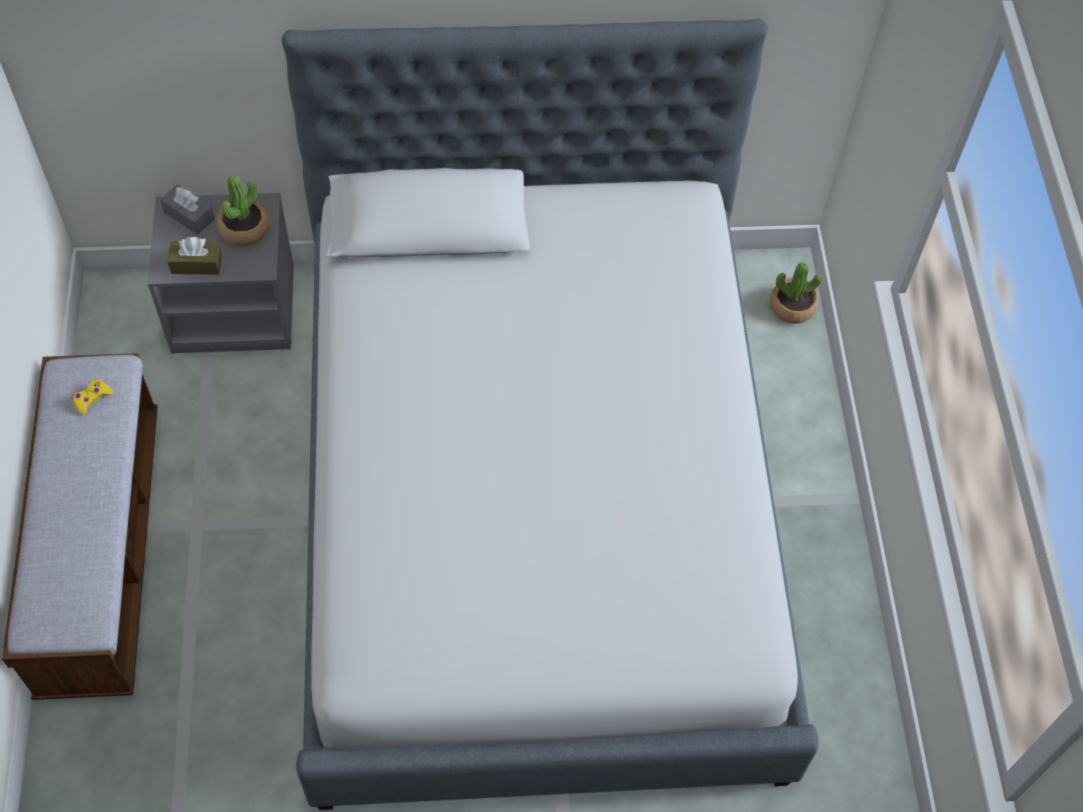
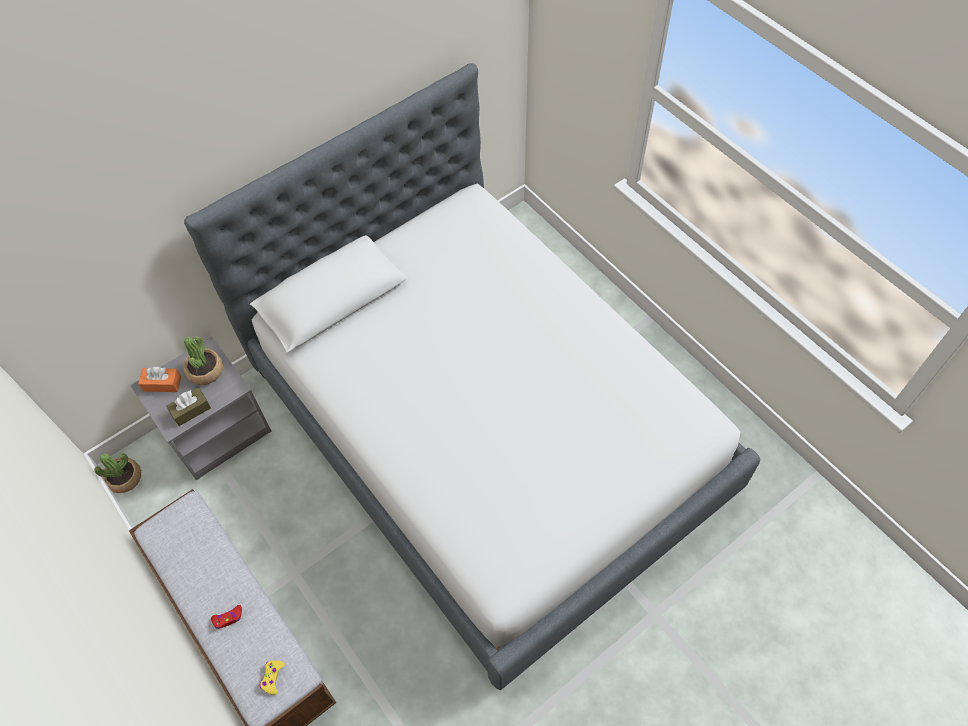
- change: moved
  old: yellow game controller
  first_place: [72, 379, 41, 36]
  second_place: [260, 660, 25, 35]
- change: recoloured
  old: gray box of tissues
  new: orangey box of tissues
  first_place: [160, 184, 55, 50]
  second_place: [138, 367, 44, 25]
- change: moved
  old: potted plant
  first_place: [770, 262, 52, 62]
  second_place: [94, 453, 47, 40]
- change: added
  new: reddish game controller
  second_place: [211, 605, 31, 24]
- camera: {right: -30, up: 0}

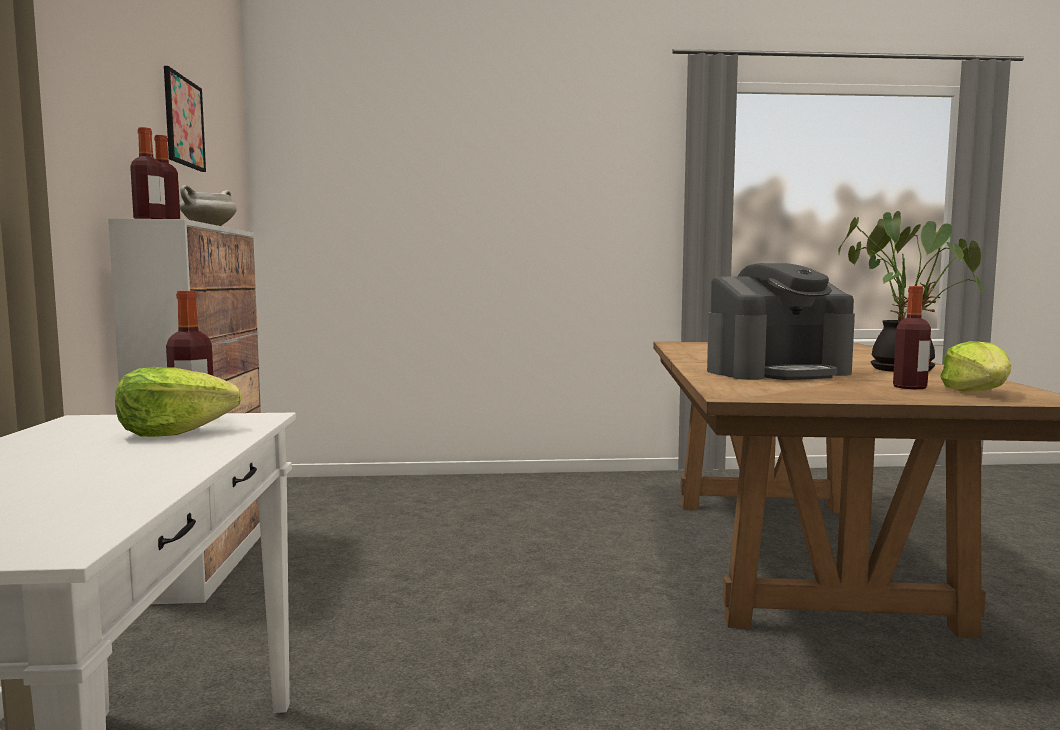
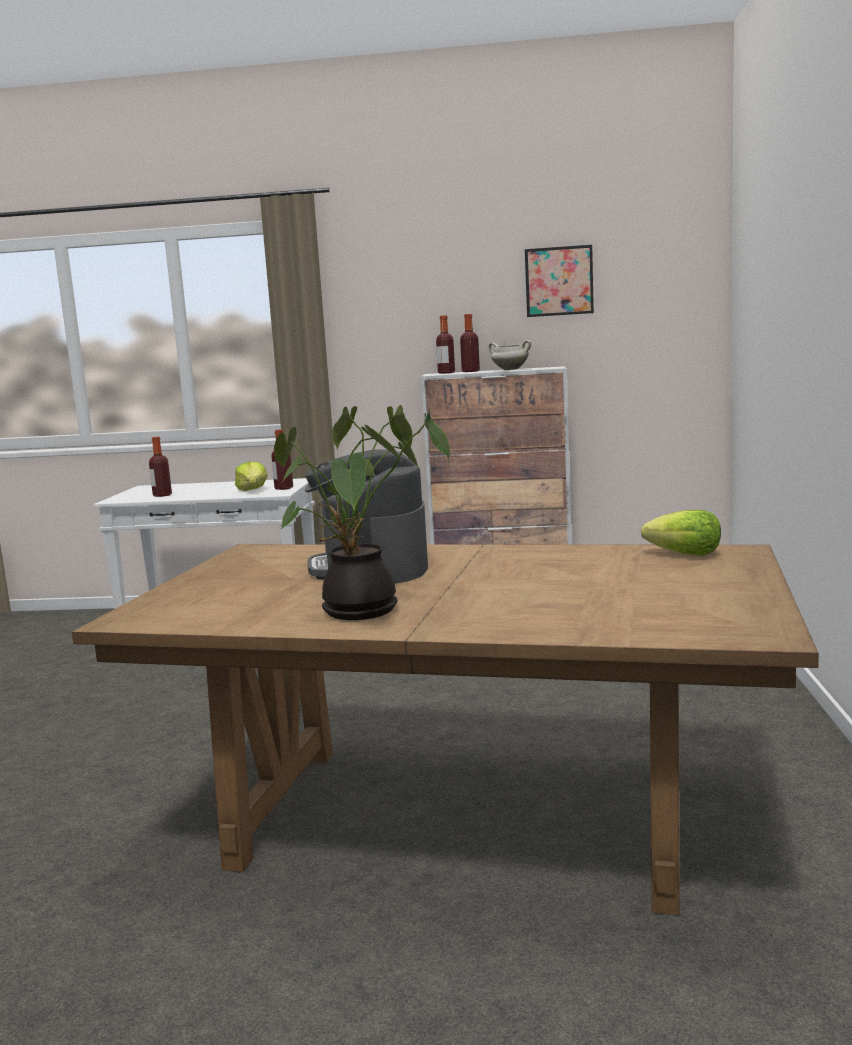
- change: moved
  old: beverage bottle
  first_place: [893, 286, 38, 103]
  second_place: [149, 437, 23, 60]
- change: moved
  old: head of lettuce
  first_place: [940, 341, 72, 51]
  second_place: [641, 510, 80, 46]
- camera: {right: 100, up: 5}

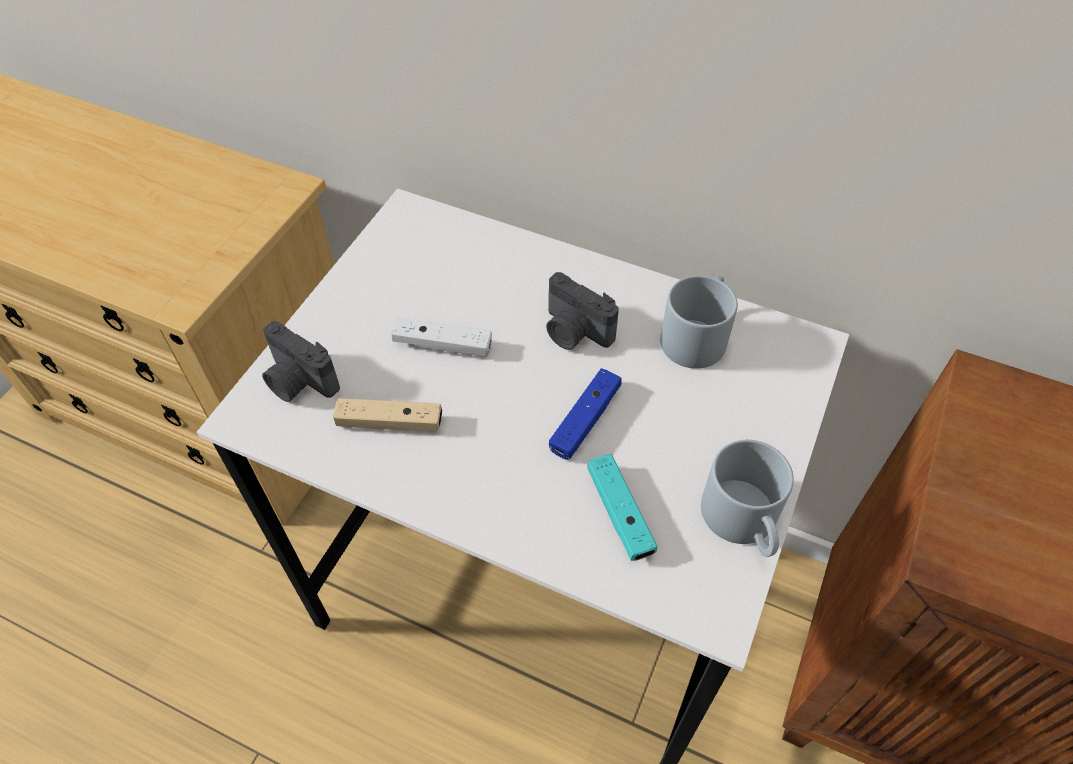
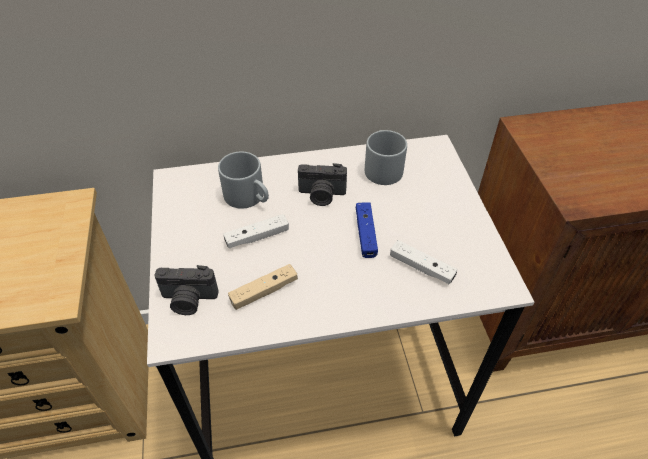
- change: recoloured
  old: turquoise game controller
  new: white game controller
  first_place: [588, 454, 69, 107]
  second_place: [390, 240, 67, 44]
- change: moved
  old: gray mug
  first_place: [701, 440, 93, 117]
  second_place: [218, 152, 51, 57]
- camera: {right: -35, up: -5}

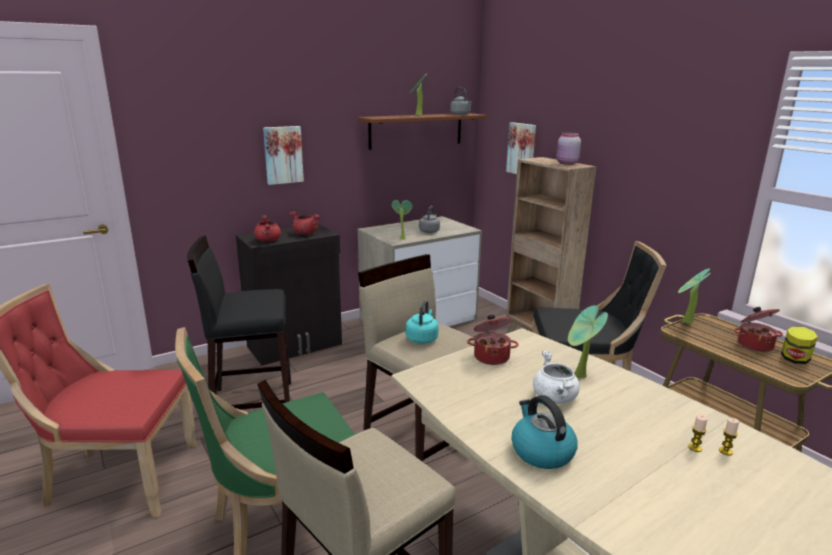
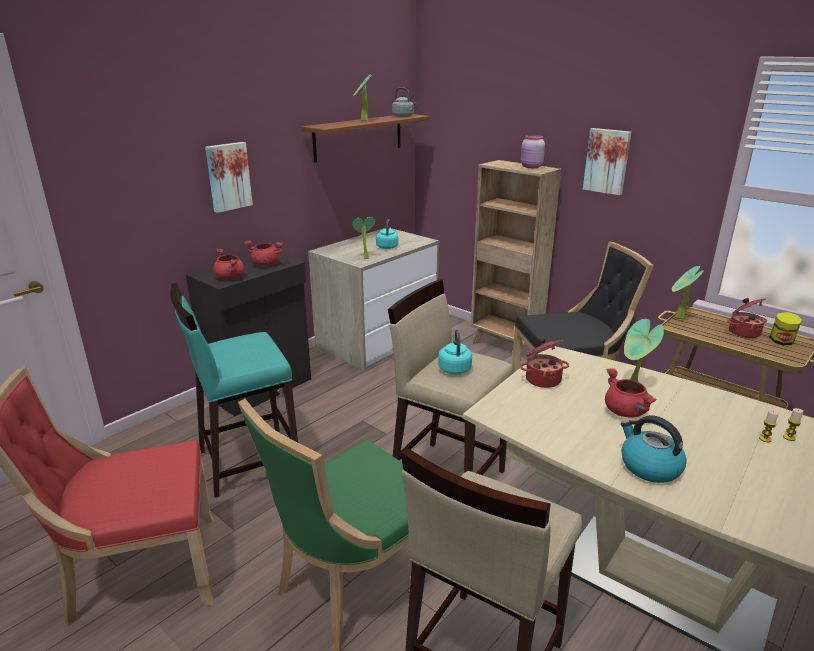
- change: recoloured
  old: black stool seat
  new: turquoise stool seat
  first_place: [187, 235, 104, 175]
  second_place: [170, 283, 128, 215]
- change: recoloured
  old: gray tea kettle
  new: turquoise tea kettle
  first_place: [419, 206, 21, 27]
  second_place: [376, 219, 22, 30]
- change: moved
  old: wall picture
  first_place: [506, 122, 30, 52]
  second_place: [583, 128, 49, 67]
- change: recoloured
  old: white saucepot
  new: reddish saucepot
  first_place: [533, 351, 47, 52]
  second_place: [605, 368, 52, 50]
- camera: {right: -15, up: 5}

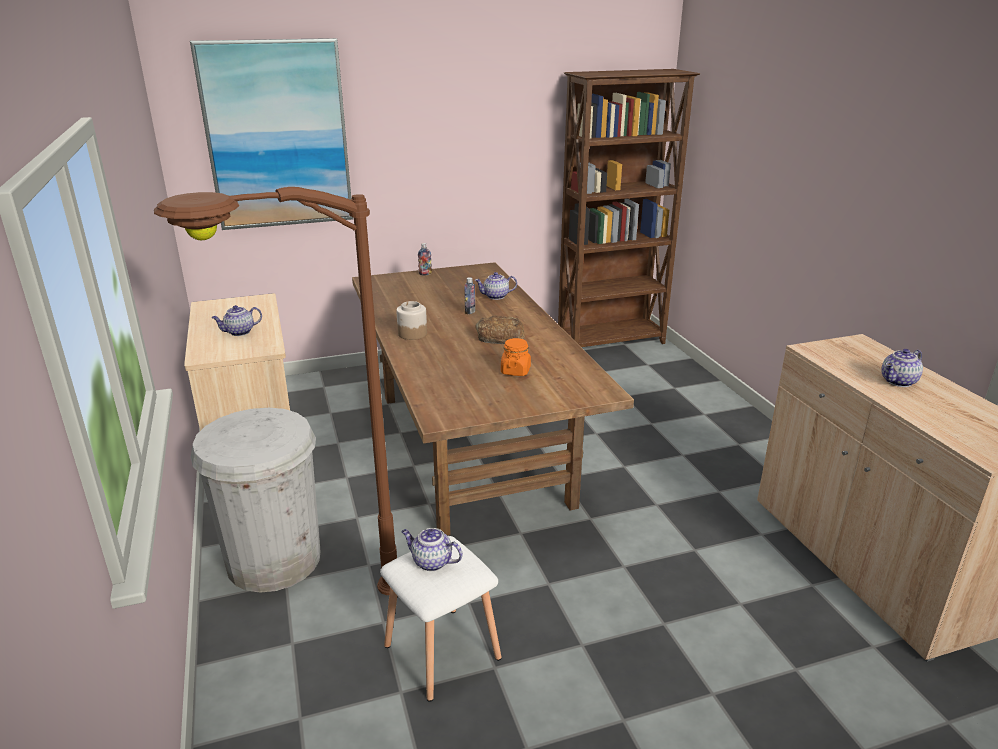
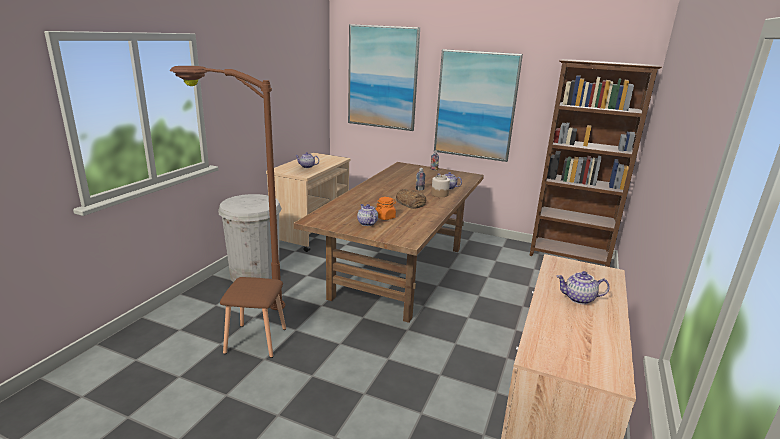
- change: recoloured
  old: white stool seat
  new: brown-coloured stool seat
  first_place: [380, 536, 121, 166]
  second_place: [220, 277, 66, 81]
- change: moved
  old: jar
  first_place: [396, 301, 31, 39]
  second_place: [431, 175, 19, 22]
- change: moved
  old: tea pot
  first_place: [401, 528, 61, 43]
  second_place: [357, 204, 21, 22]
- change: added
  new: wall picture
  second_place: [434, 49, 89, 113]
- camera: {right: 40, up: -5}

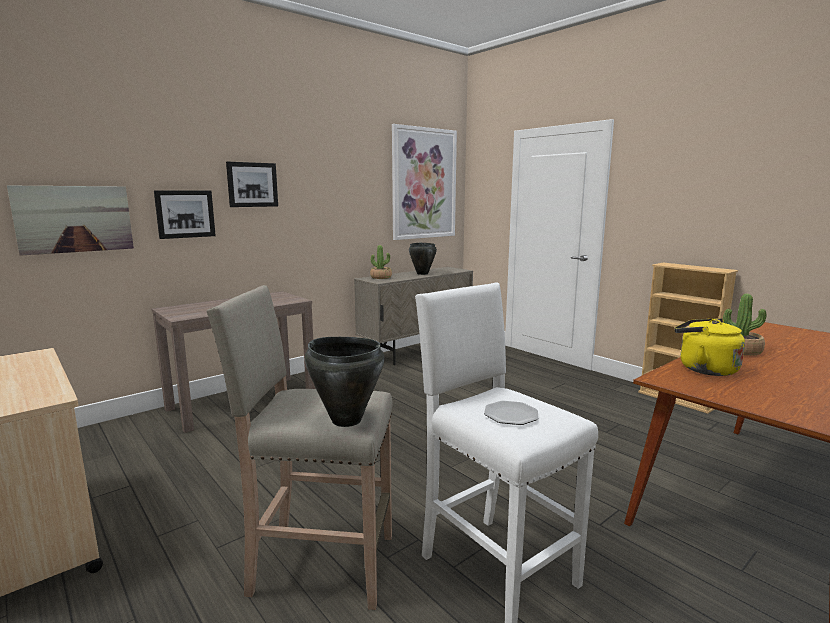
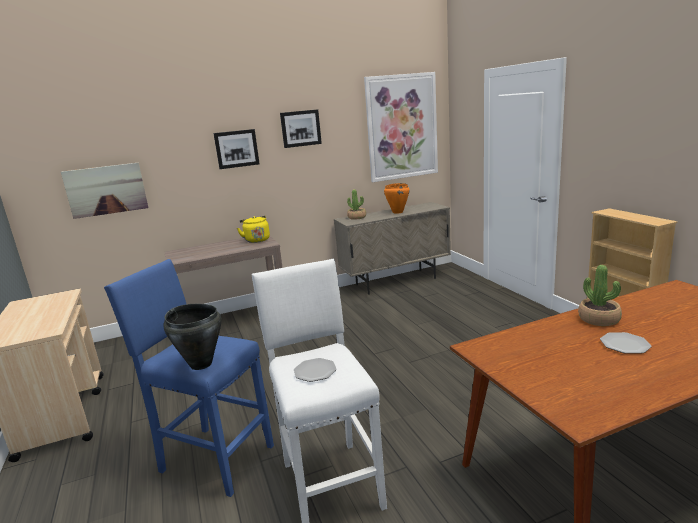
- change: moved
  old: wall picture
  first_place: [154, 190, 62, 49]
  second_place: [280, 109, 42, 39]
- change: recoloured
  old: beige-coloured stool seat
  new: bluish stool seat
  first_place: [206, 285, 187, 325]
  second_place: [104, 259, 170, 238]
- change: recoloured
  old: black saucepot
  new: orangey saucepot
  first_place: [409, 243, 28, 32]
  second_place: [384, 183, 26, 31]
- change: moved
  old: yellow tea kettle
  first_place: [674, 318, 71, 58]
  second_place: [237, 216, 33, 27]
- change: added
  new: plate
  second_place: [600, 332, 52, 22]
- camera: {right: 20, up: 5}

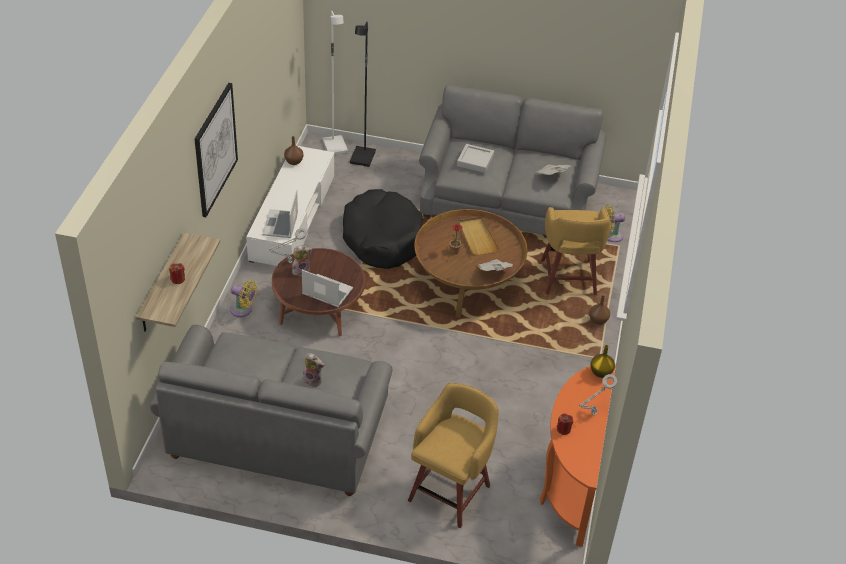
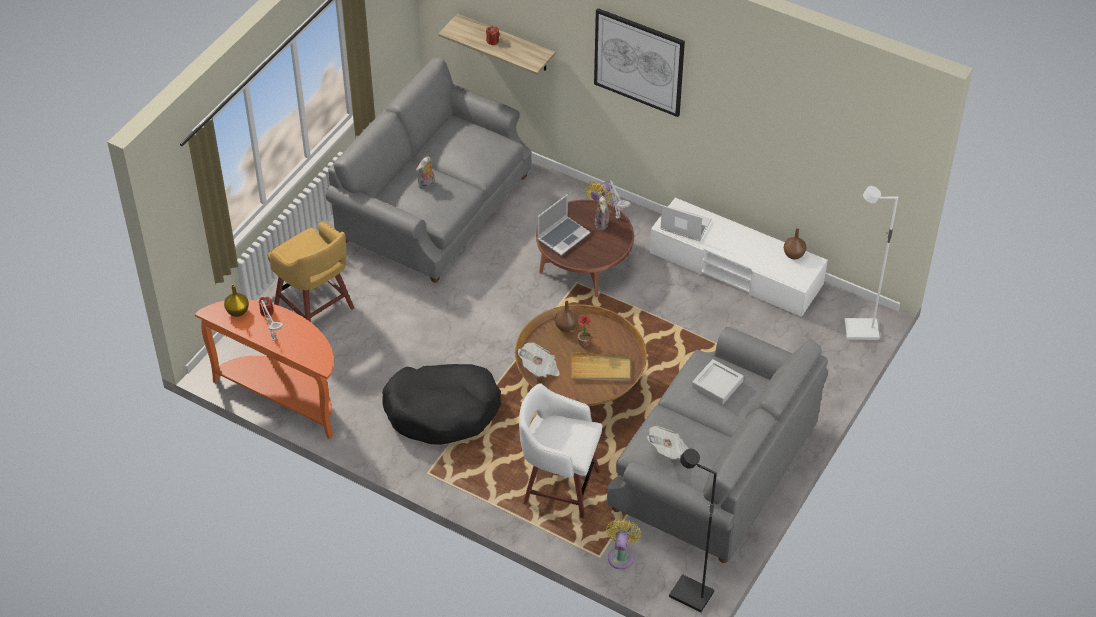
- change: moved
  old: black pet bed
  first_place: [343, 189, 80, 80]
  second_place: [382, 364, 119, 81]
- change: moved
  old: black standard lamp
  first_place: [350, 22, 26, 145]
  second_place: [669, 449, 48, 163]
- change: recoloured
  old: yellow stool seat
  new: white stool seat
  first_place: [541, 207, 70, 88]
  second_place: [519, 383, 83, 135]
- change: moved
  old: brown-coloured decorative vase
  first_place: [589, 296, 21, 29]
  second_place: [555, 301, 23, 31]
- change: moved
  old: yellow decorative vase
  first_place: [590, 345, 25, 33]
  second_place: [224, 284, 25, 33]
- camera: {right: 110, up: 5}

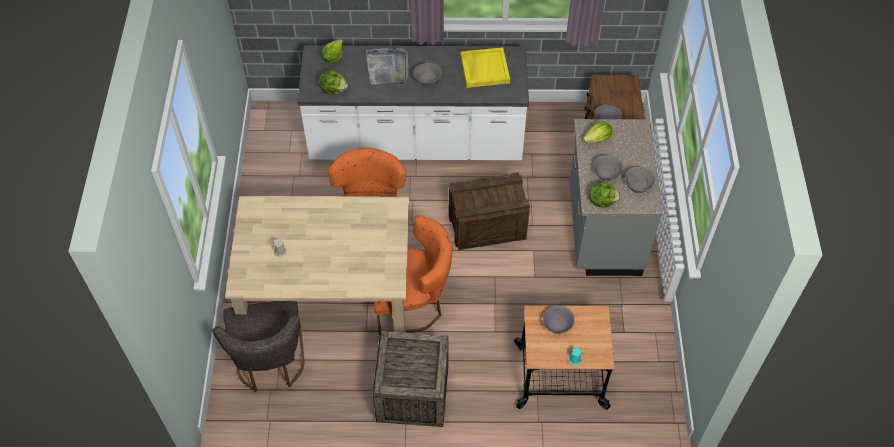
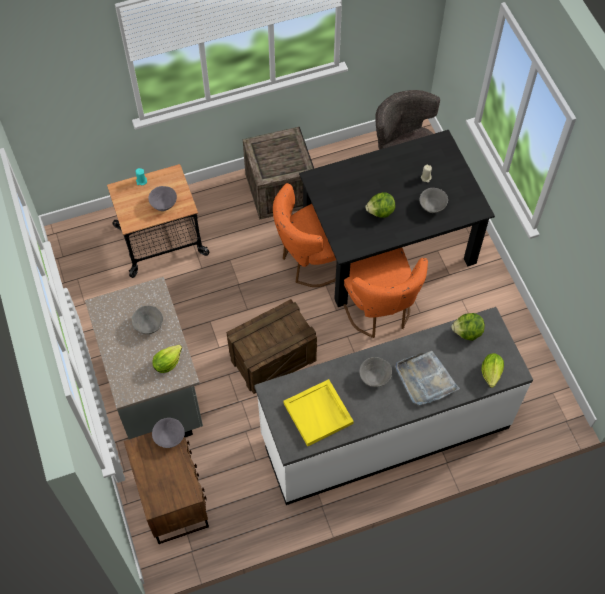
- change: recoloured
  old: beige-coloured dining table
  new: black dining table
  first_place: [225, 196, 184, 137]
  second_place: [299, 130, 196, 177]
- change: moved
  old: head of lettuce
  first_place: [589, 181, 32, 27]
  second_place: [365, 192, 30, 26]
- change: moved
  old: gray bowl
  first_place: [625, 167, 30, 26]
  second_place: [420, 188, 28, 25]
- camera: {right: 160, up: 5}

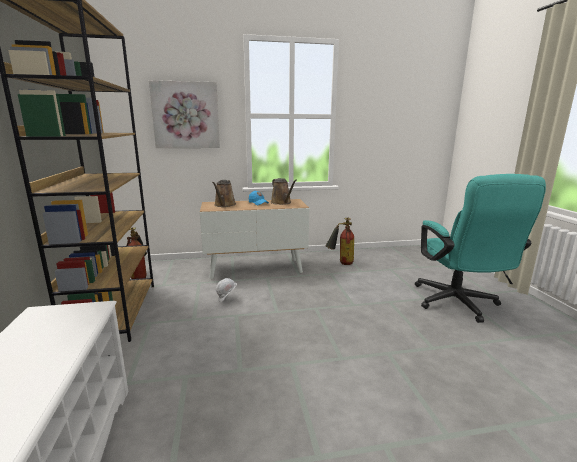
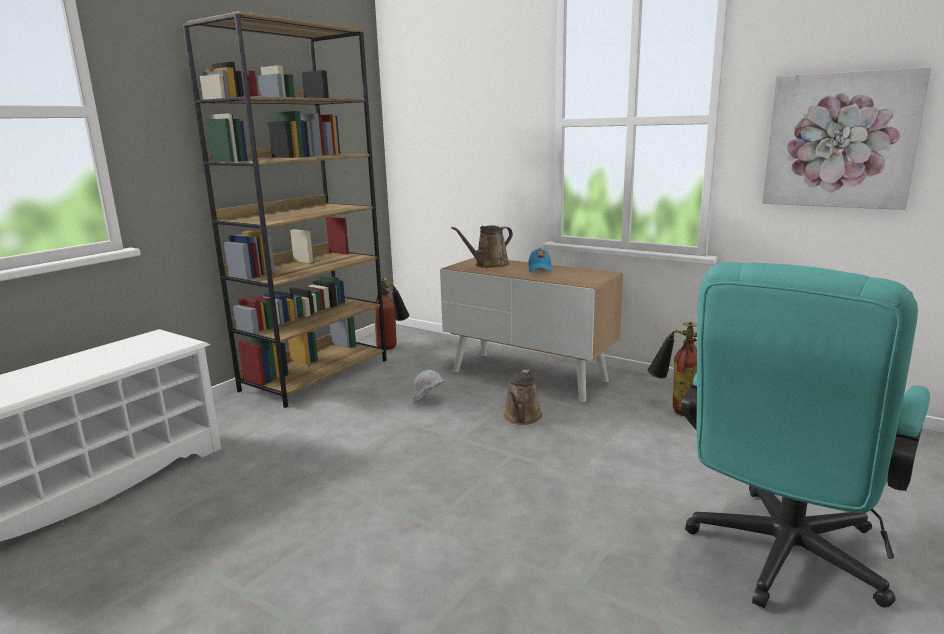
- change: moved
  old: wall picture
  first_place: [149, 80, 71, 68]
  second_place: [762, 67, 169, 143]
- change: moved
  old: brown-coloured watering pot
  first_place: [271, 178, 26, 27]
  second_place: [503, 370, 39, 55]
- camera: {right: 45, up: 0}

